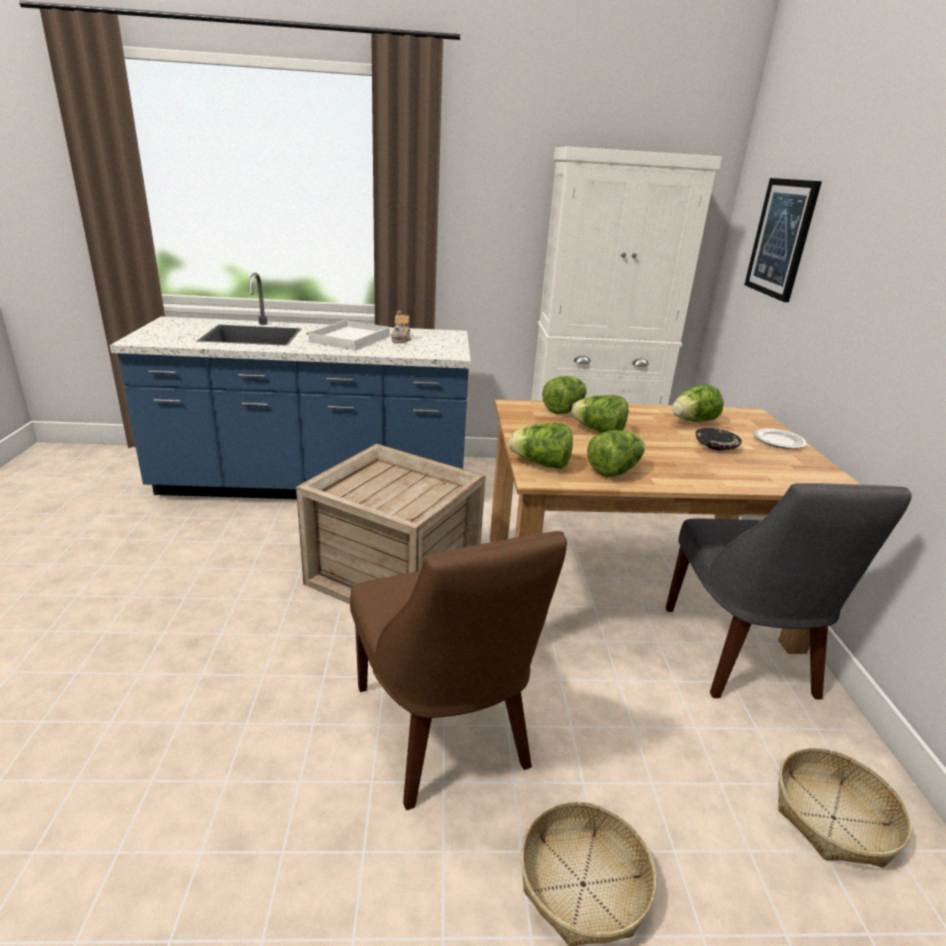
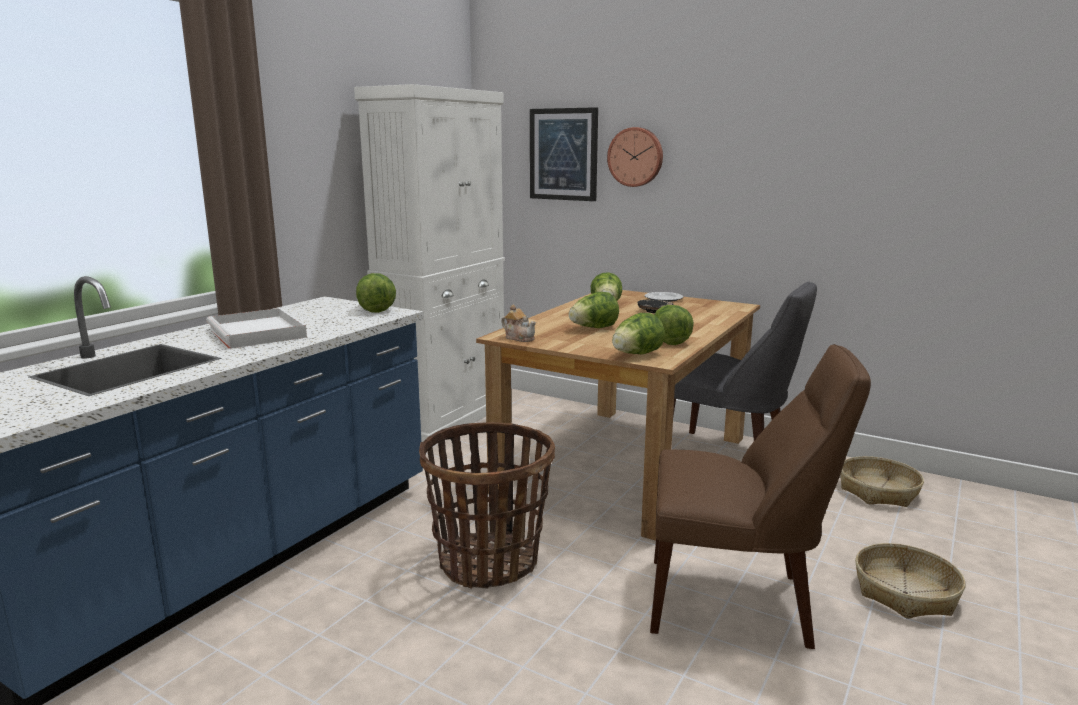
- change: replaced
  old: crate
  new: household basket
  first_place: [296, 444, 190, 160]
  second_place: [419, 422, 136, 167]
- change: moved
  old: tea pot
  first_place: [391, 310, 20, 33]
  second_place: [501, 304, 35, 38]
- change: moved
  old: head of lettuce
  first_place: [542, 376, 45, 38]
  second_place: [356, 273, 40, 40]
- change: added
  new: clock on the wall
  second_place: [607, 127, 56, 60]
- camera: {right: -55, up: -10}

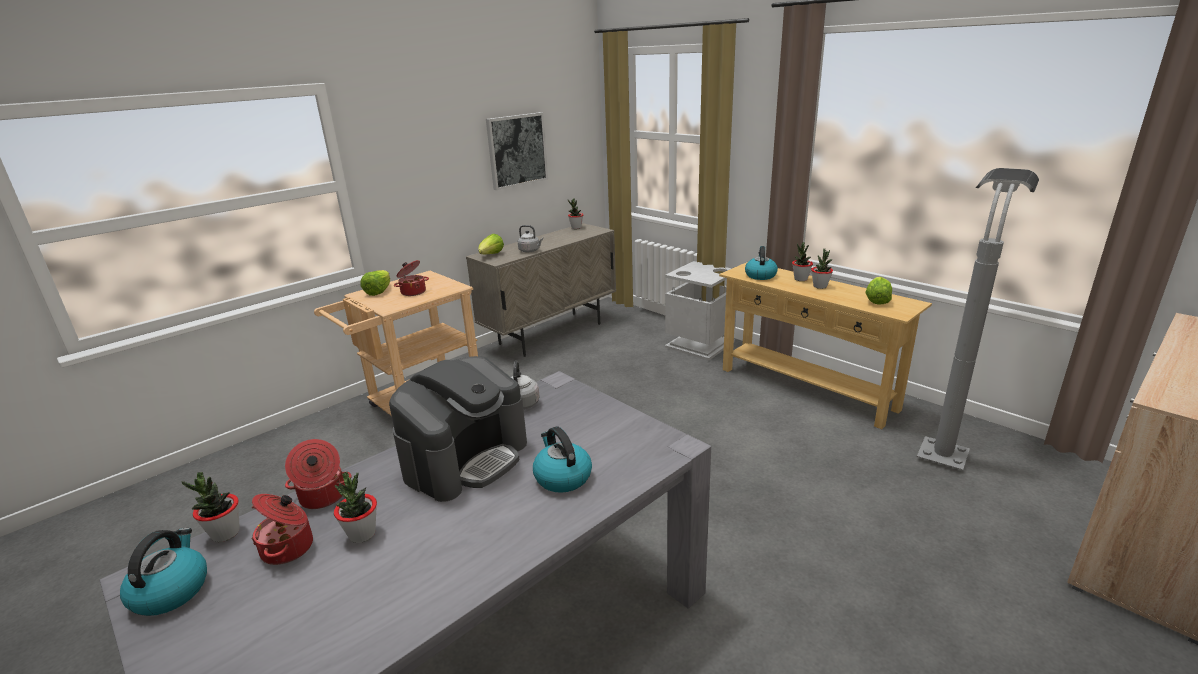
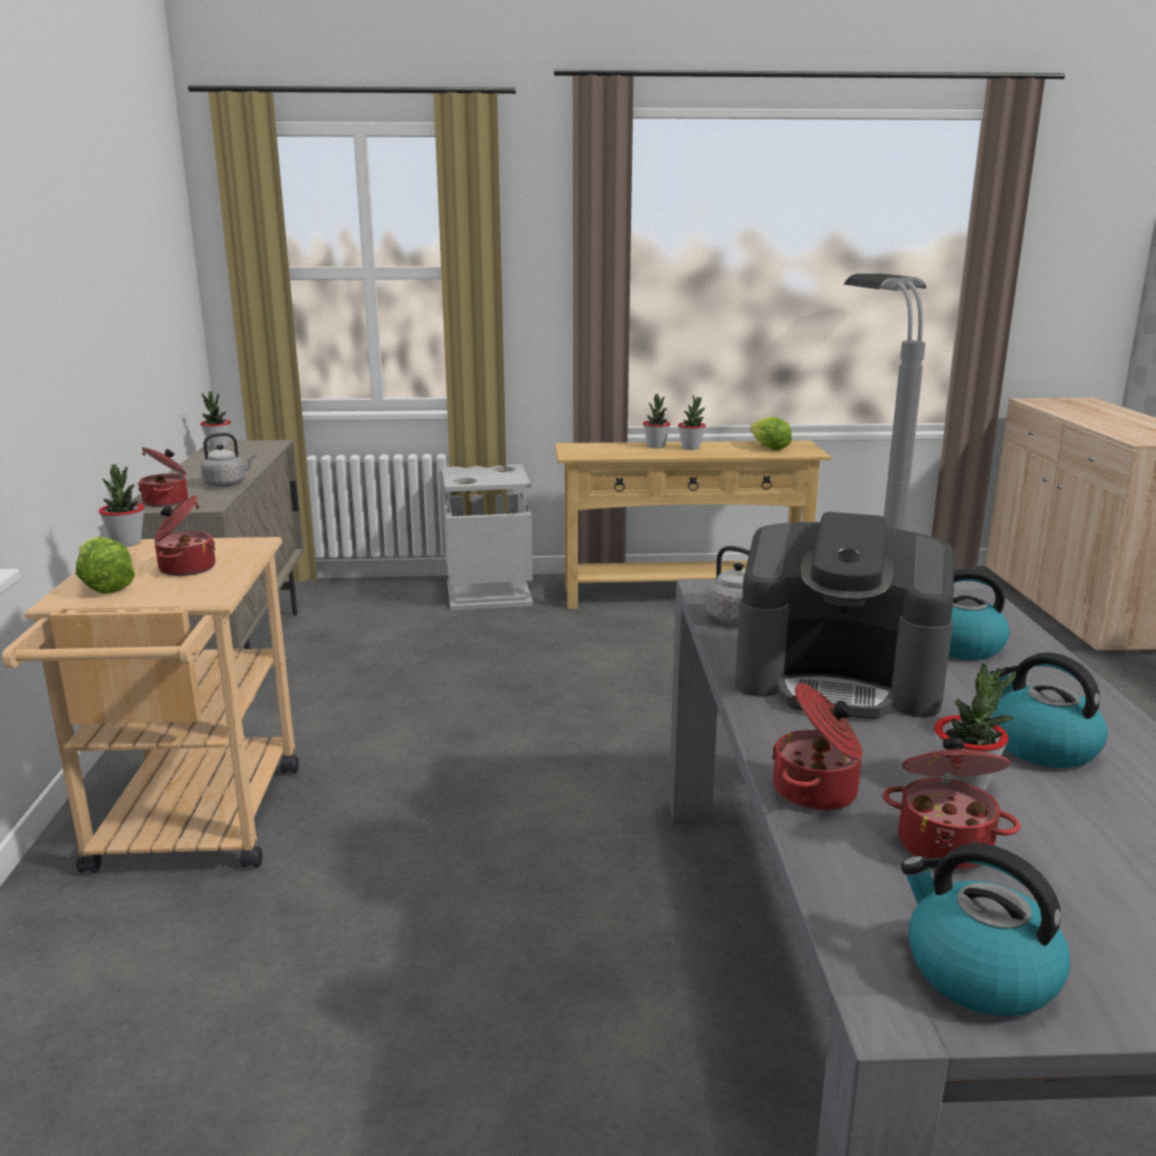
- change: moved
  old: potted plant
  first_place: [181, 472, 59, 70]
  second_place: [99, 464, 45, 83]
- change: turned
  old: coffee brewer
  first_place: [389, 356, 138, 146]
  second_place: [735, 512, 219, 207]
  degrees: 120
- change: replaced
  old: head of lettuce
  new: saucepot
  first_place: [478, 234, 26, 20]
  second_place: [138, 447, 50, 60]
- change: removed
  old: wall picture
  first_place: [486, 112, 62, 78]
- change: moved
  old: tea kettle
  first_place: [745, 246, 33, 34]
  second_place: [990, 652, 118, 116]
- camera: {right: -50, up: -5}

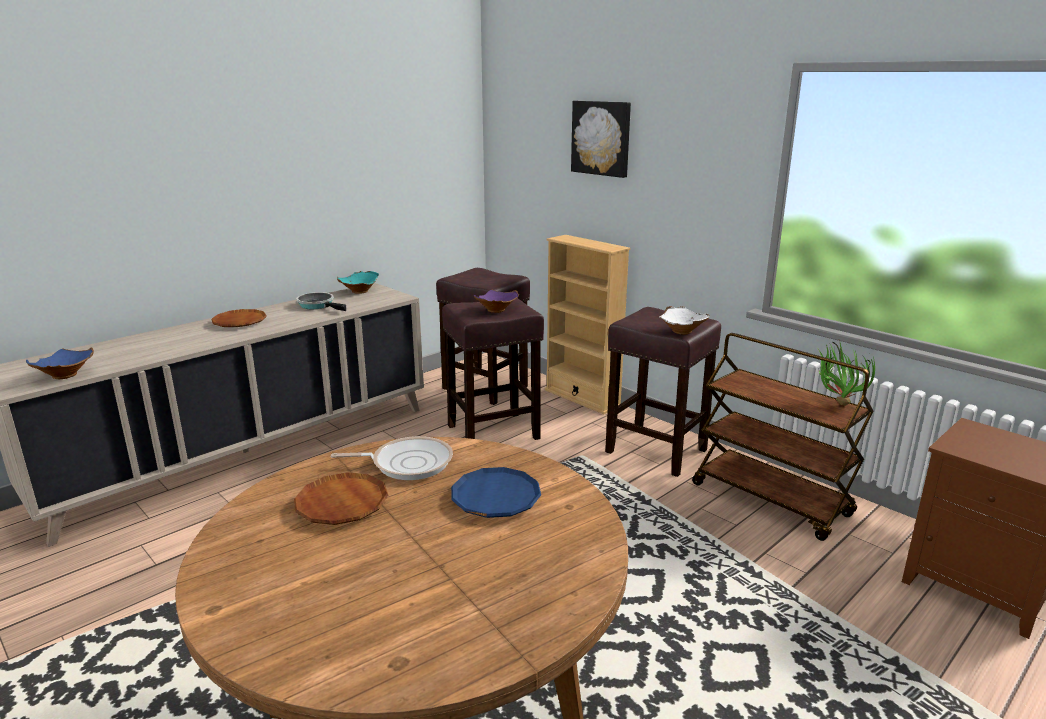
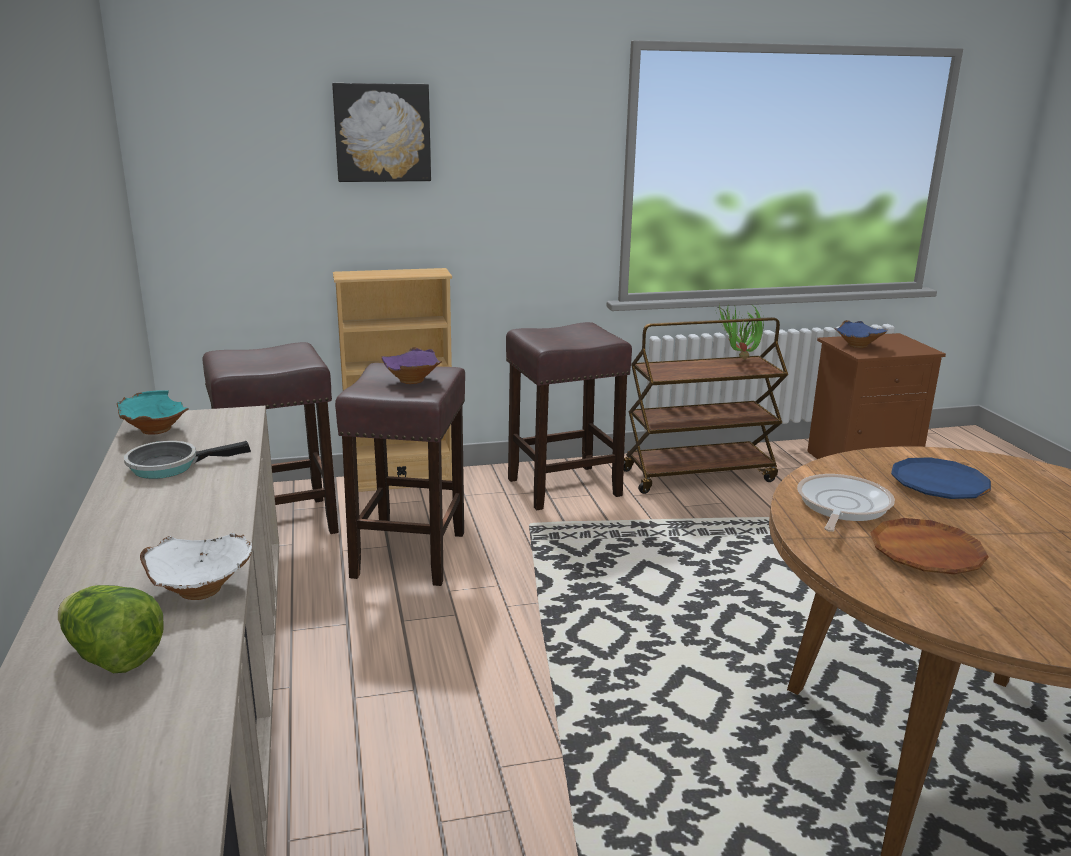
- change: moved
  old: bluish bowl
  first_place: [26, 348, 68, 31]
  second_place: [835, 320, 52, 28]
- change: removed
  old: brown-coloured plate
  first_place: [211, 309, 56, 18]
- change: moved
  old: white bowl
  first_place: [659, 306, 51, 29]
  second_place: [140, 533, 112, 67]
- change: added
  new: head of lettuce
  second_place: [58, 585, 106, 88]
- camera: {right: -60, up: 0}

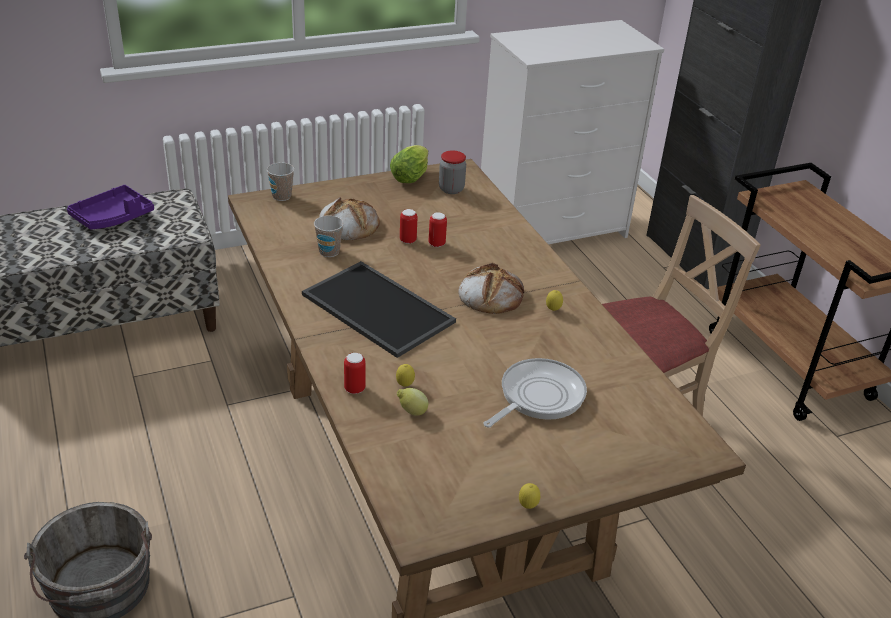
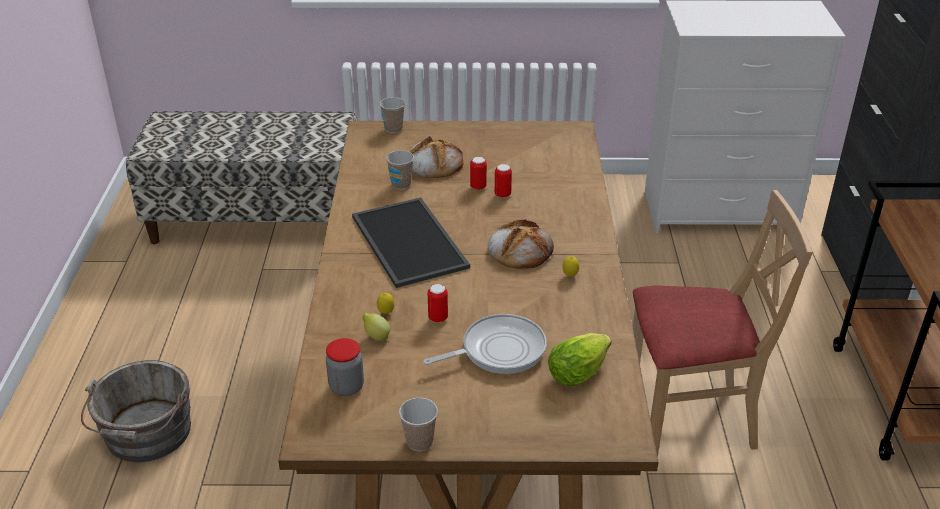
- change: removed
  old: purple-coloured serving tray
  first_place: [67, 185, 87, 44]
- change: moved
  old: metal can
  first_place: [344, 353, 22, 41]
  second_place: [428, 284, 20, 39]
- change: moved
  old: head of lettuce
  first_place: [390, 145, 38, 38]
  second_place: [548, 333, 63, 53]
- change: moved
  old: jar
  first_place: [439, 150, 27, 44]
  second_place: [326, 338, 38, 58]
- change: replaced
  old: lemon
  new: drinking cup
  first_place: [519, 483, 21, 26]
  second_place: [399, 397, 39, 54]
- camera: {right: 25, up: 0}

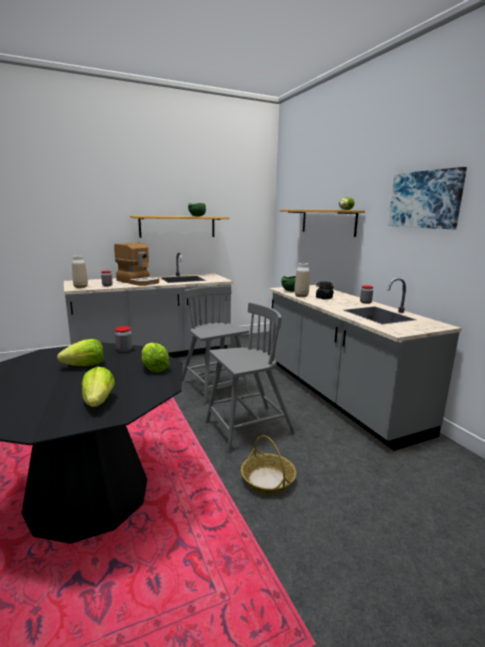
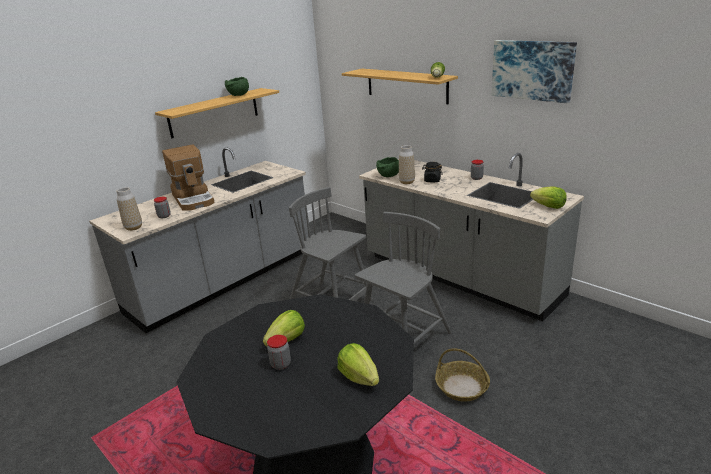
- change: turned
  old: coffee brewer
  first_place: [114, 242, 45, 44]
  second_place: [162, 144, 53, 67]
  degrees: 45
- change: moved
  old: jar
  first_place: [115, 326, 18, 26]
  second_place: [267, 335, 24, 35]
- change: moved
  old: head of lettuce
  first_place: [142, 343, 28, 29]
  second_place: [530, 186, 37, 23]
- camera: {right: -20, up: 10}

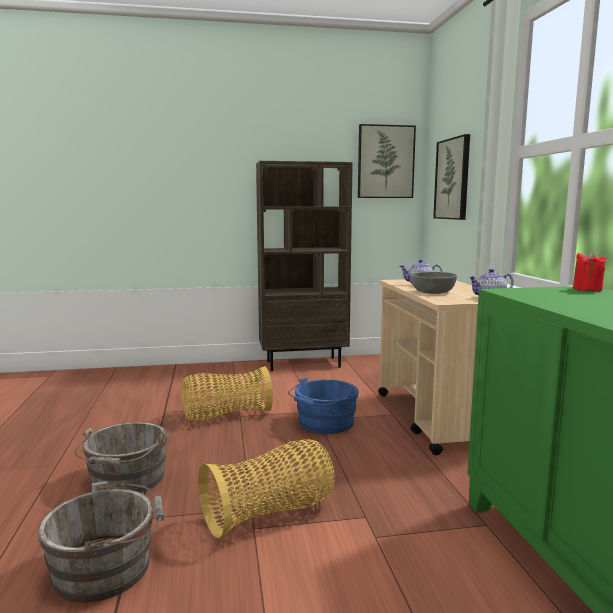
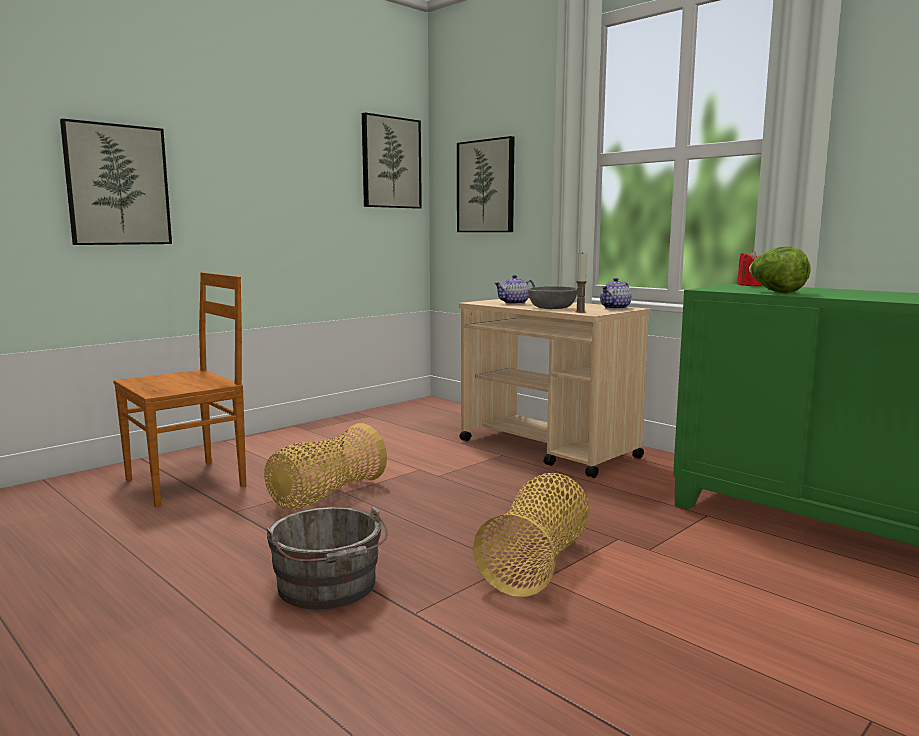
- change: removed
  old: gray water bucket
  first_place: [38, 481, 126, 122]
- change: removed
  old: brown-coloured shelving unit
  first_place: [256, 161, 97, 210]
- change: removed
  old: bluish water bucket
  first_place: [288, 377, 71, 57]
- change: added
  new: wall picture
  second_place: [60, 118, 112, 127]
- change: added
  new: brown-coloured chair
  second_place: [113, 272, 133, 235]
- change: added
  new: wax light
  second_place: [575, 252, 12, 61]
- change: added
  new: head of lettuce
  second_place: [749, 246, 62, 47]
- camera: {right: -35, up: 0}

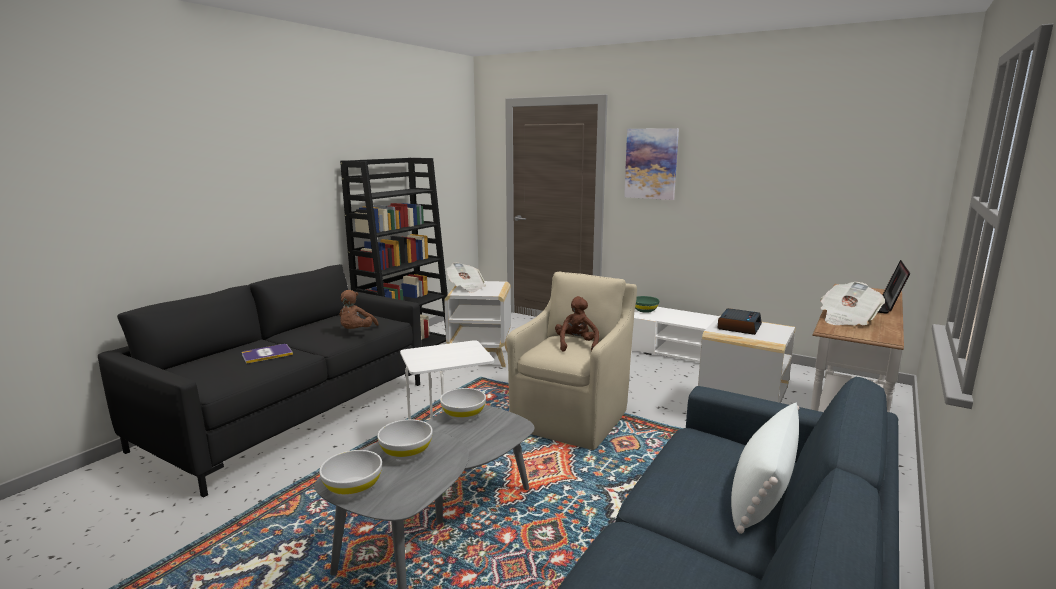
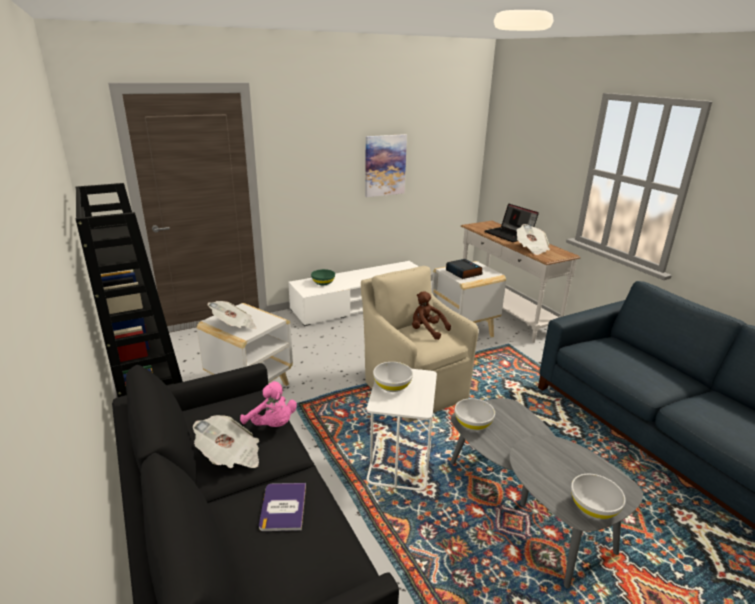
- change: recoloured
  old: brown-coloured plush toy
  new: pink-coloured plush toy
  first_place: [339, 290, 40, 39]
  second_place: [240, 381, 57, 46]
- change: moved
  old: white bowl
  first_place: [377, 419, 56, 41]
  second_place: [373, 362, 40, 30]
- change: moved
  old: wall picture
  first_place: [624, 128, 55, 72]
  second_place: [365, 134, 42, 63]
- change: removed
  old: white throw pillow
  first_place: [731, 403, 68, 131]
- change: added
  new: newspaper
  second_place: [193, 415, 66, 53]
- camera: {right: -60, up: 10}

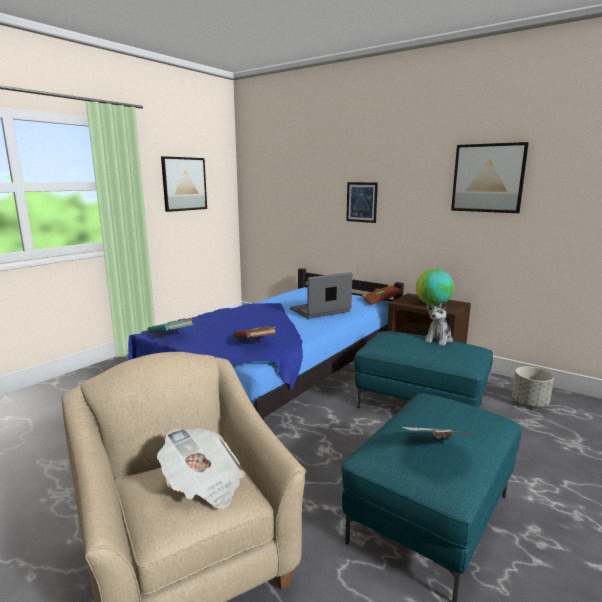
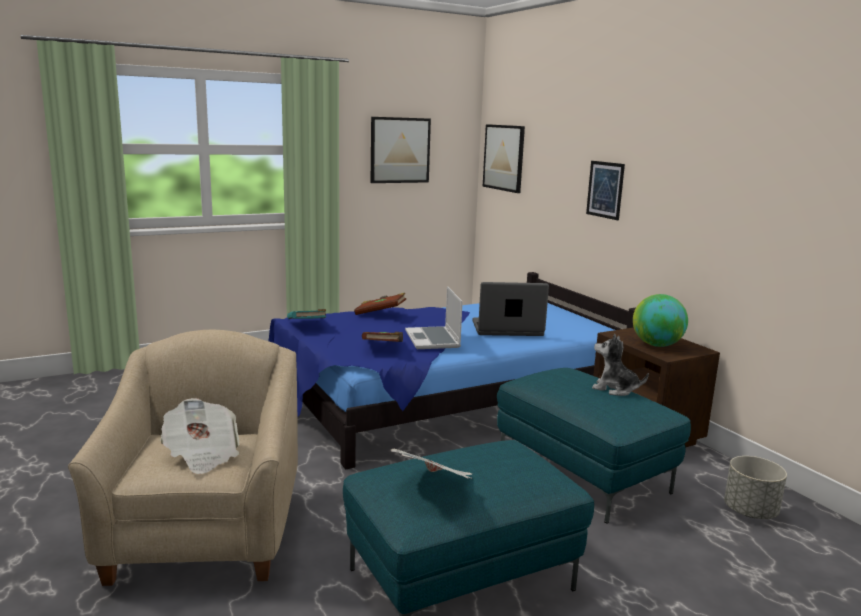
- change: moved
  old: brown-coloured bound book
  first_place: [362, 284, 39, 21]
  second_place: [354, 293, 52, 22]
- change: turned
  old: plush toy
  first_place: [425, 300, 28, 46]
  second_place: [592, 334, 57, 62]
  degrees: 60
- change: moved
  old: wall picture
  first_place: [451, 142, 78, 71]
  second_place: [483, 124, 42, 69]
- change: added
  new: notebook computer
  second_place: [405, 286, 58, 63]
- camera: {right: 25, up: 0}

